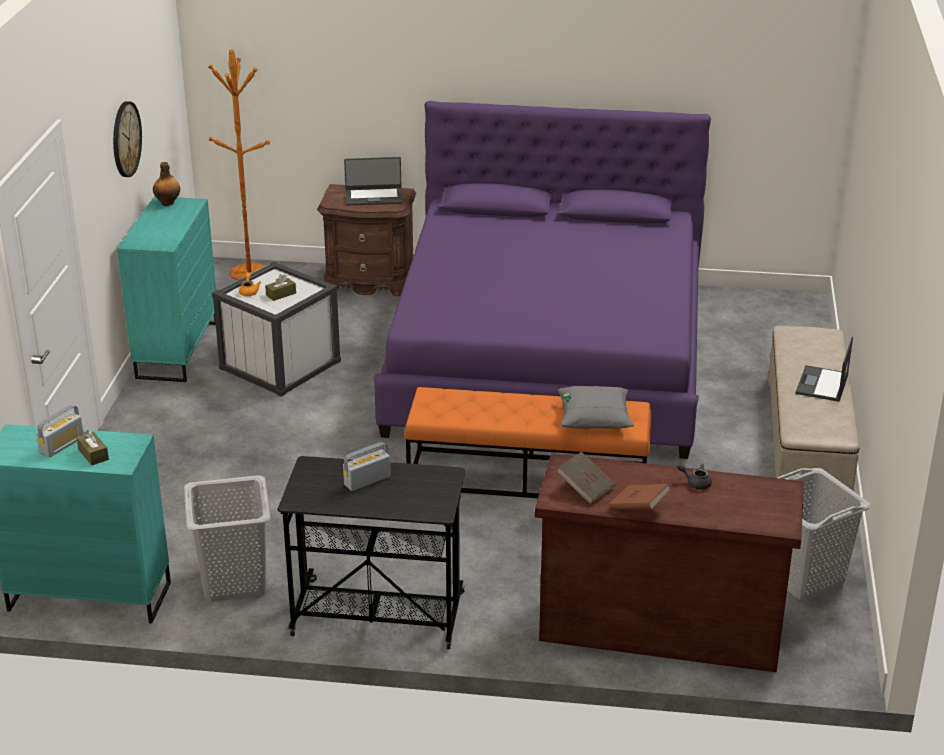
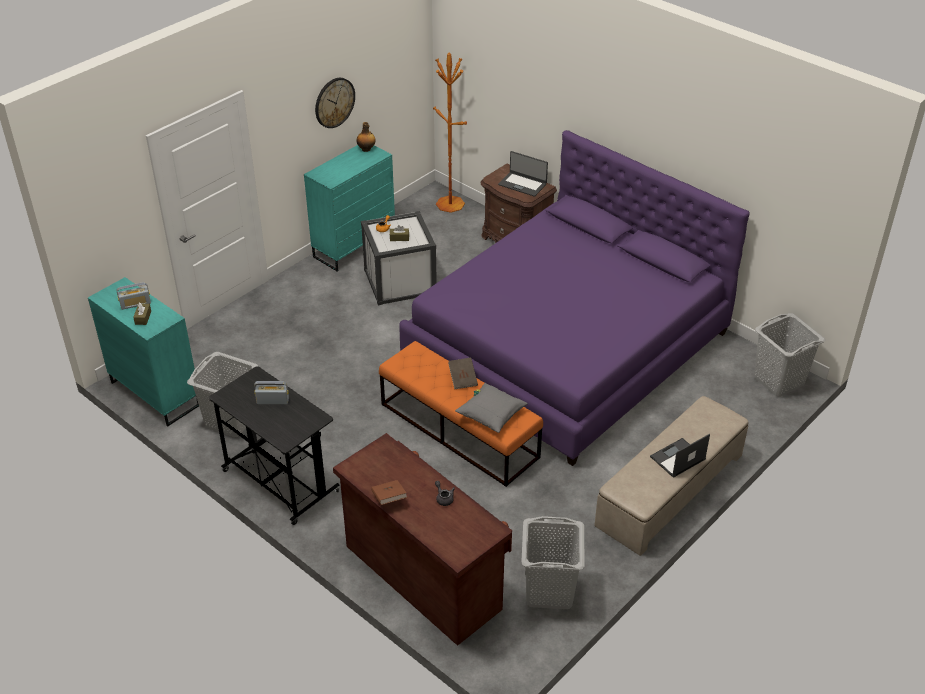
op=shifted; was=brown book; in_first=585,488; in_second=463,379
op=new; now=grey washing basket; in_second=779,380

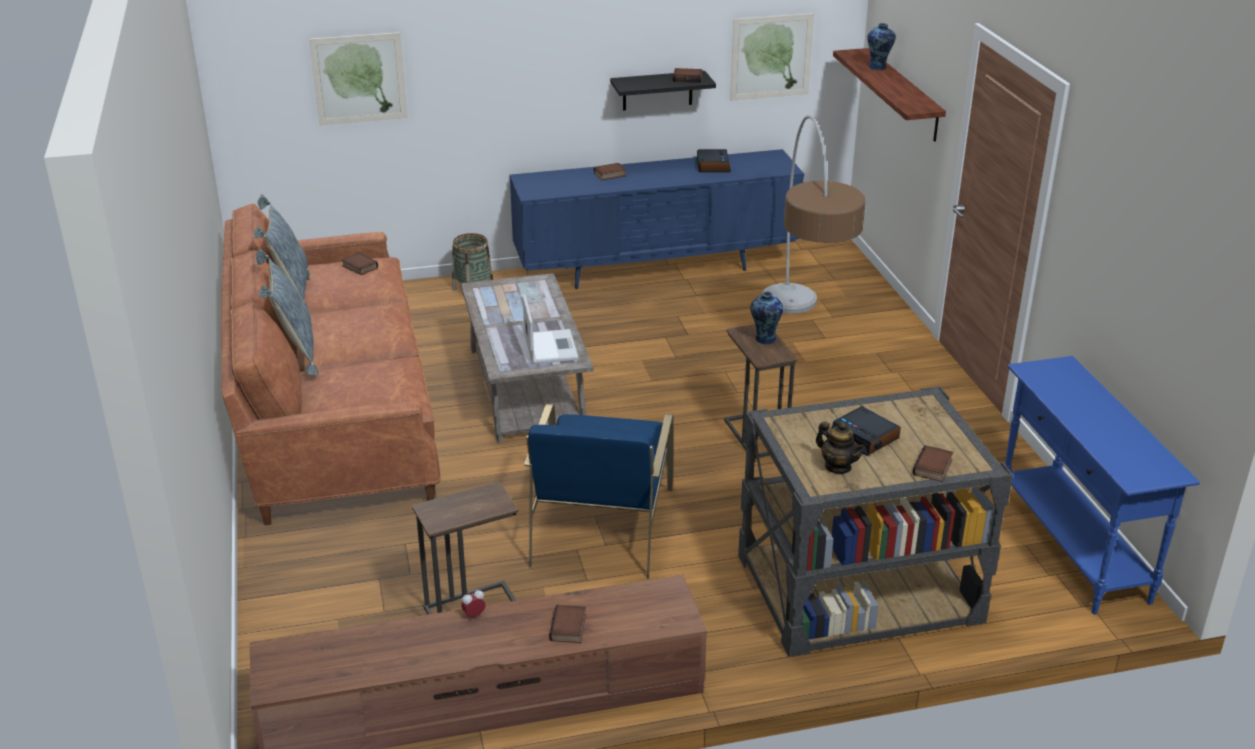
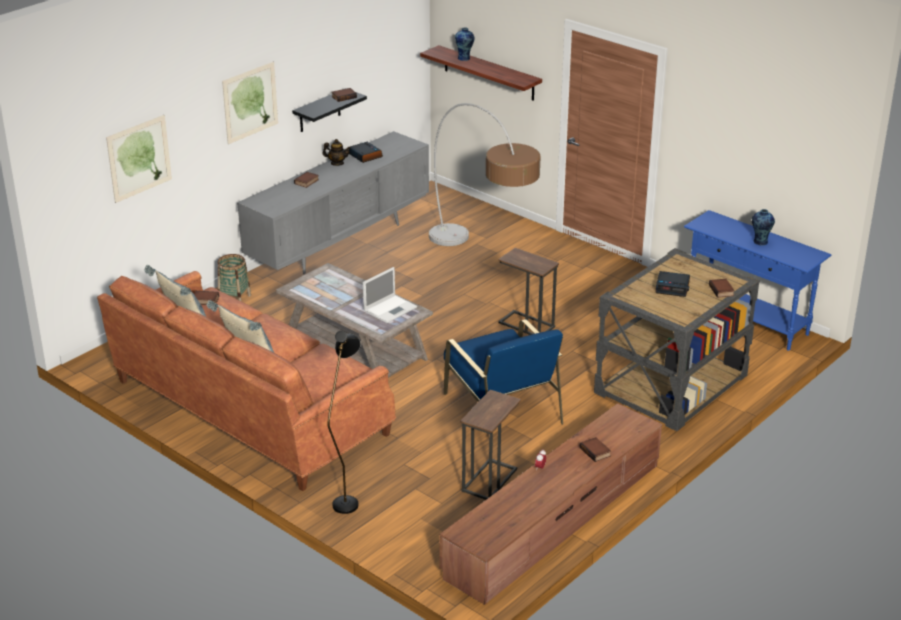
op=shifted; was=picture; in_first=771,57; in_second=250,102
op=repainted; was=blue cabinet; now=grey cabinet; in_first=656,268; in_second=339,243
op=shifted; was=tea pot; in_first=838,466; in_second=337,163
op=new; now=black standard lamp; in_second=348,499
op=rotated; was=portable computer; in_first=550,346; in_second=391,308; clockwise=90
op=shifted; was=flower vase; in_first=764,339; in_second=760,242

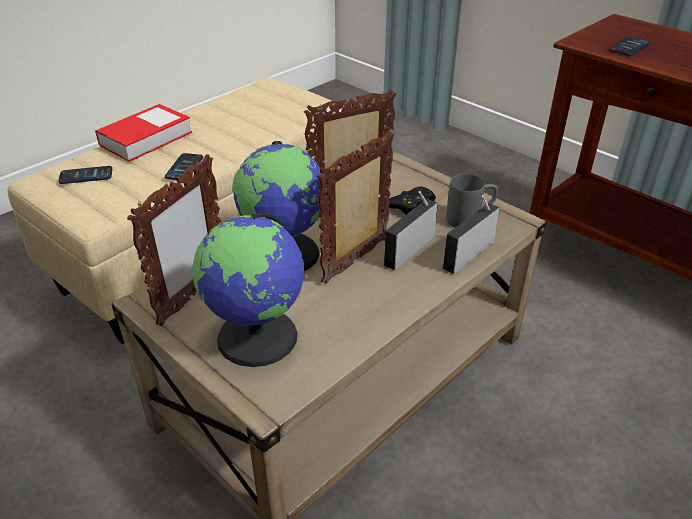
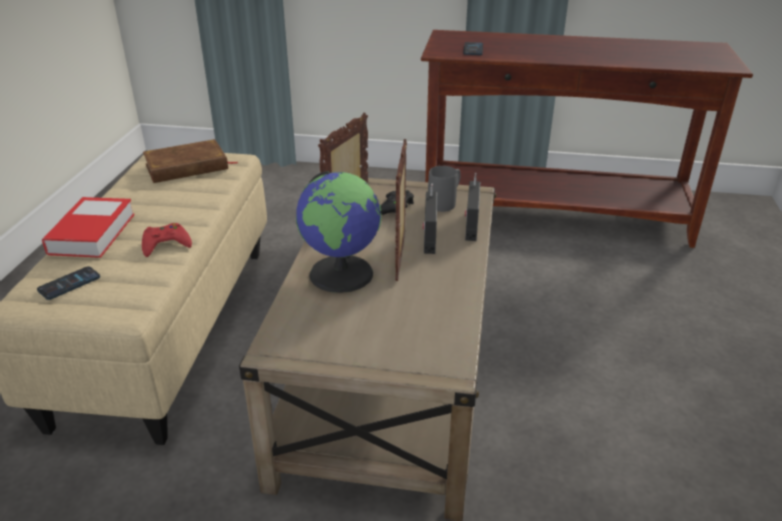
op=swapped; was=telephone; now=reddish joypad; in_first=184,168; in_second=166,244
op=new; now=brown book; in_second=187,167
op=gone; was=picture frame; in_first=192,296
op=gone; was=globe; in_first=259,337

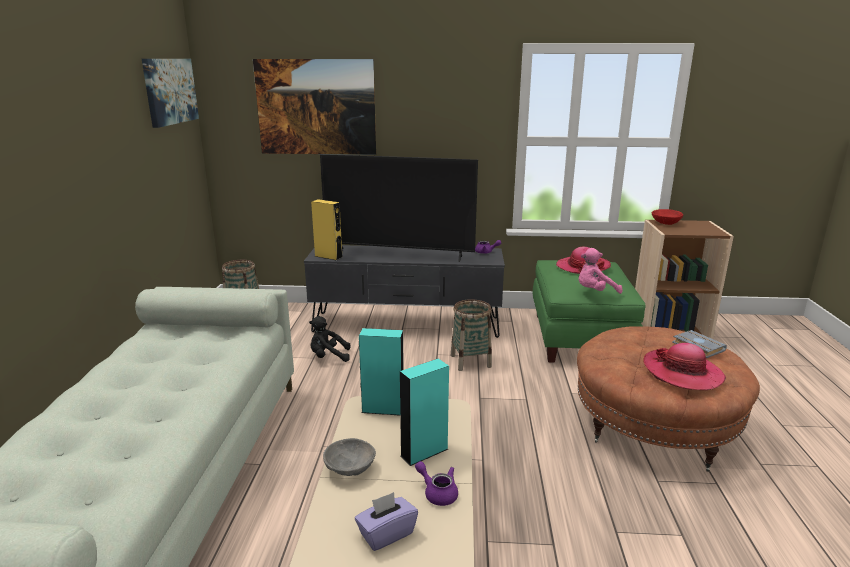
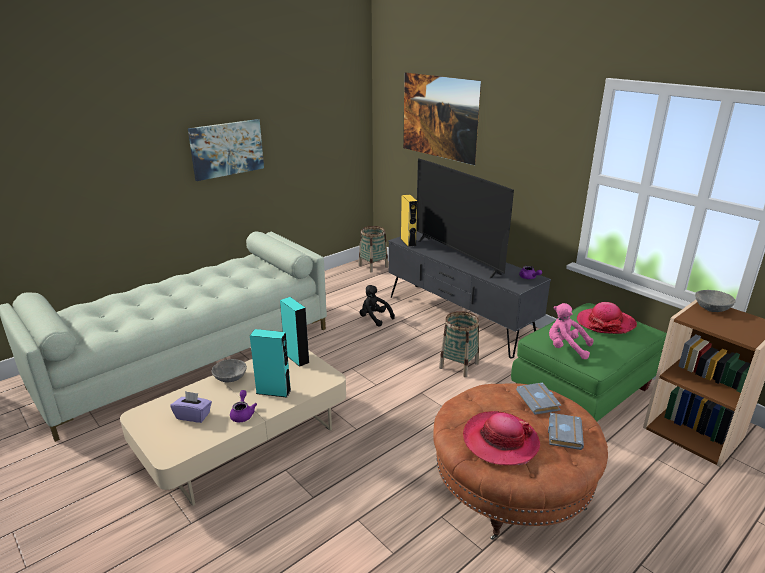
op=shifted; was=picture; in_first=170,91; in_second=226,149
op=new; now=grey book; in_second=539,401
op=repainted; was=reddish bowl; now=grey bowl; in_first=666,223; in_second=712,308

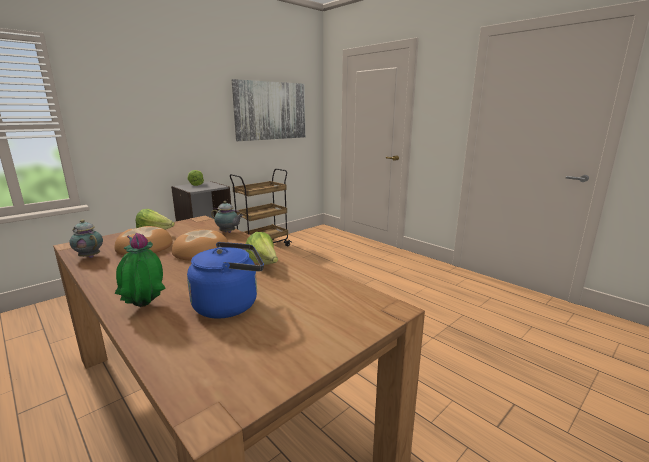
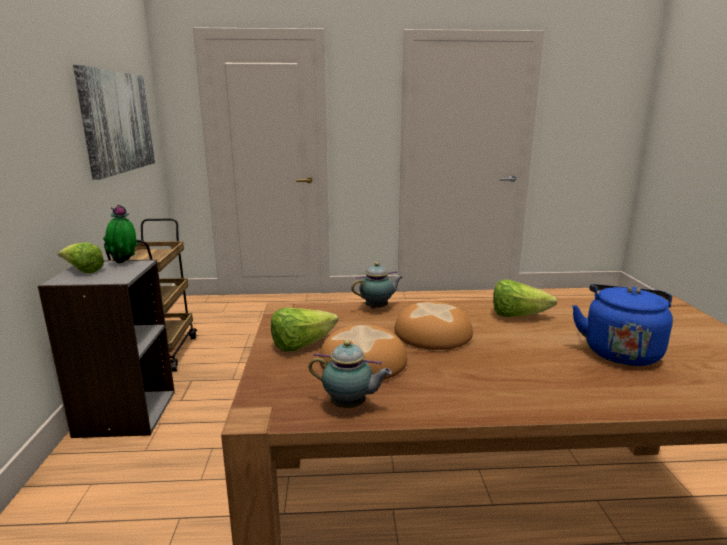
op=shifted; was=potted plant; in_first=145,308; in_second=124,263
op=rotated; was=tea pot; in_first=89,256; in_second=350,406; clockwise=-150

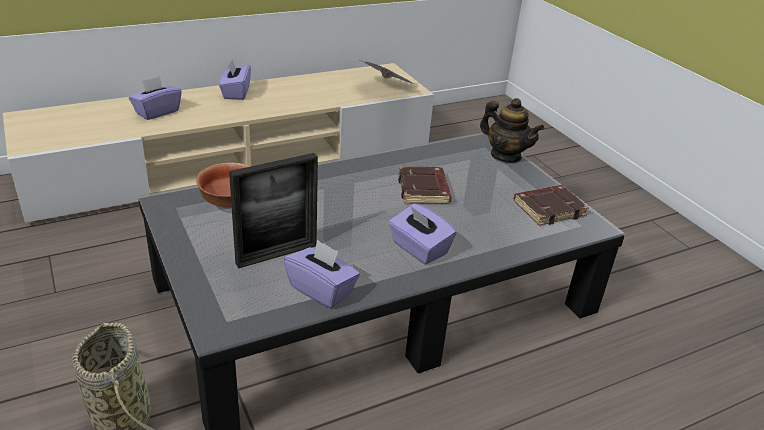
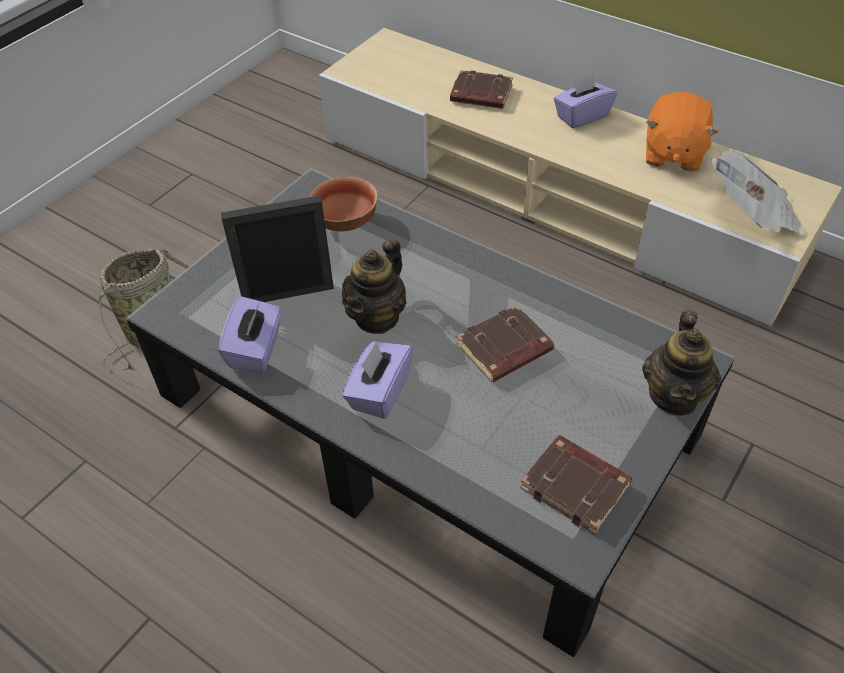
op=rotated; was=picture frame; in_first=276,254; in_second=288,294; clockwise=135
op=new; now=tea pot; in_second=377,317
op=swapped; was=purple-coloured tissue holder; now=brown book; in_first=157,112; in_second=480,95
op=new; now=orange-coloured soft toy; in_second=672,154

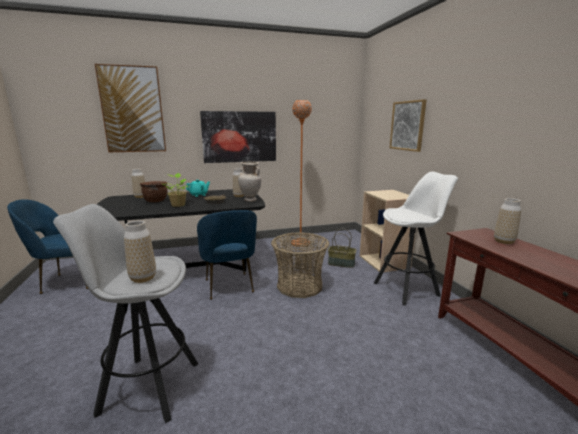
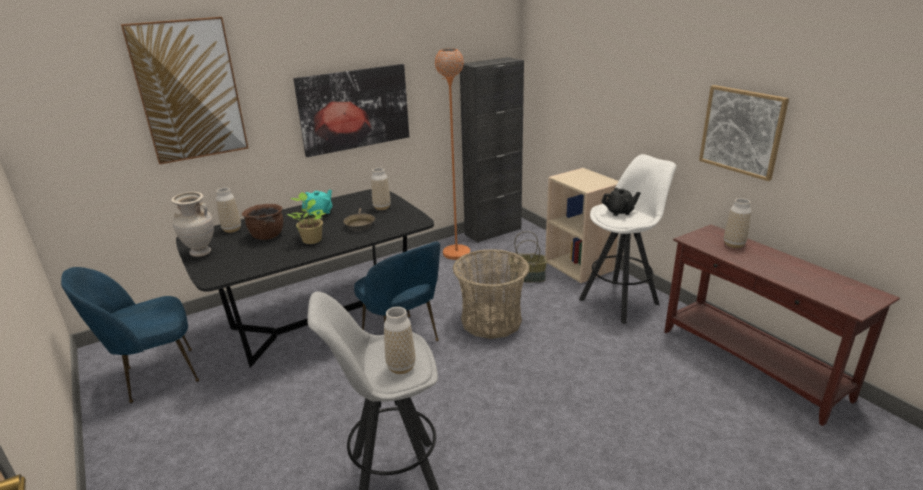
op=shifted; was=sand-coloured flower vase; in_first=250,200; in_second=200,253
op=new; now=black cabinet; in_second=493,232
op=new; now=black tea pot; in_second=619,212
op=shifted; was=picture; in_first=407,125; in_second=742,131

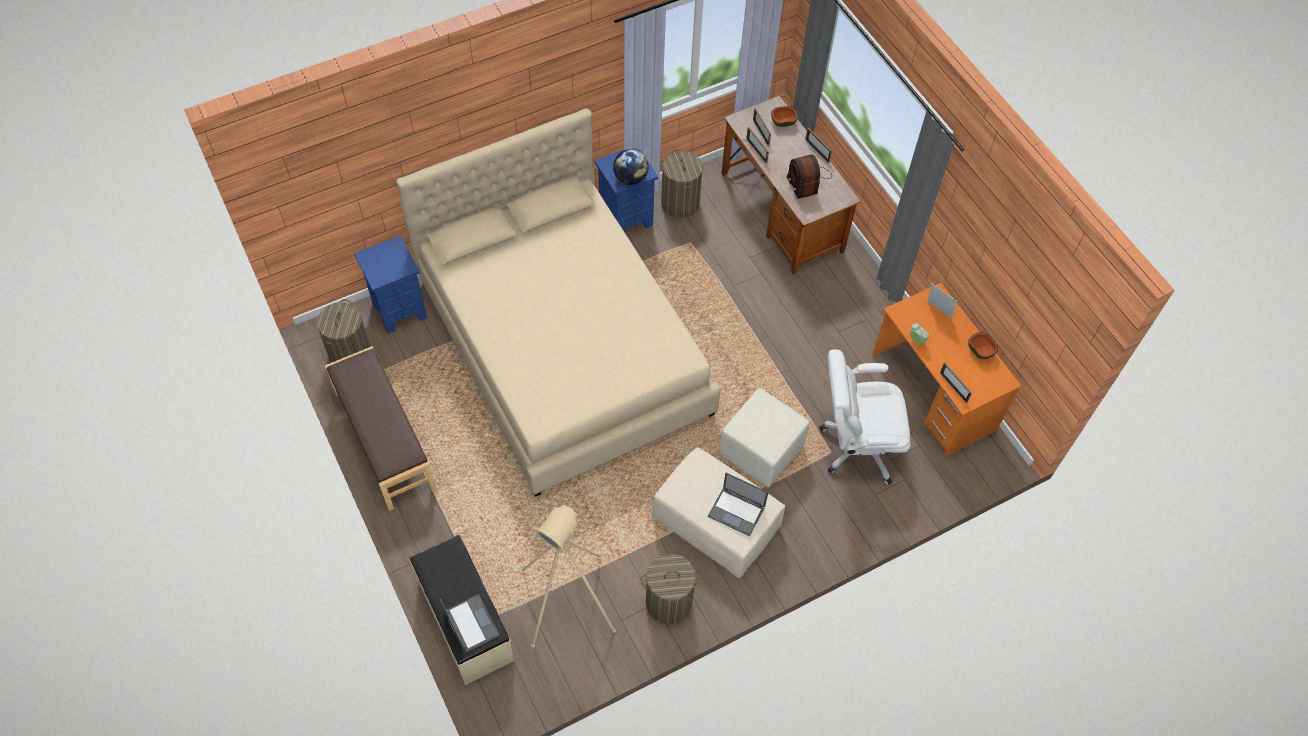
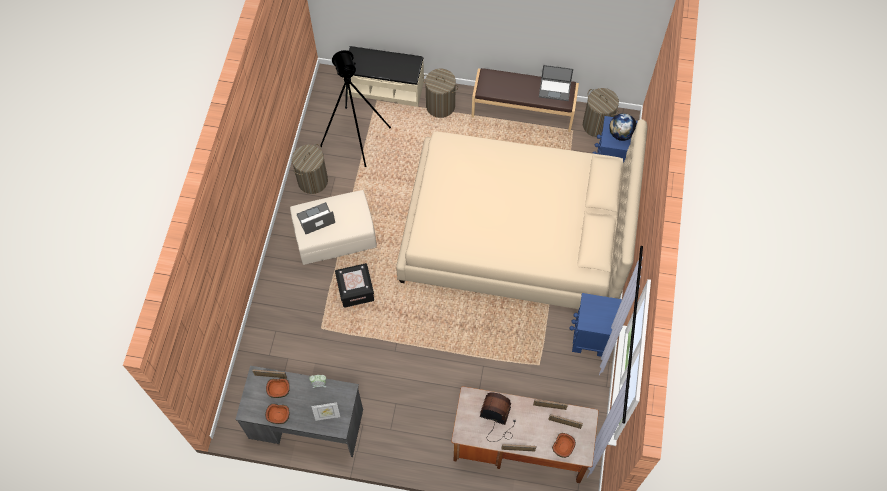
op=repainted; was=orange-coloured desk unit; now=grey desk unit; in_first=932,392; in_second=306,423
op=new; now=bowl; in_second=279,390
op=repainted; was=sand-coloured standard lamp; now=black standard lamp; in_first=567,601; in_second=355,136
op=swapped; was=sand-coloured ottoman; now=black storage container; in_first=760,451; in_second=355,290
op=shifted; was=washing basket; in_first=680,203; in_second=440,106
op=shifted; was=portable computer; in_first=471,623; in_second=555,89
op=shifted; was=globe; in_first=630,178; in_second=620,134
op=gone; was=white desk chair; in_first=855,446

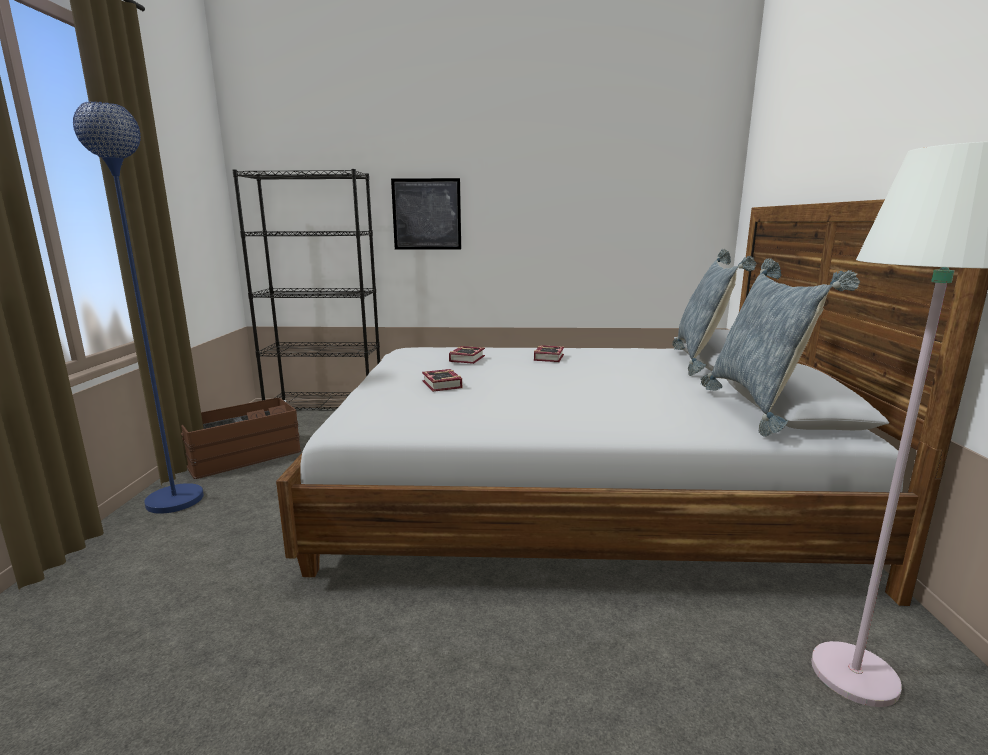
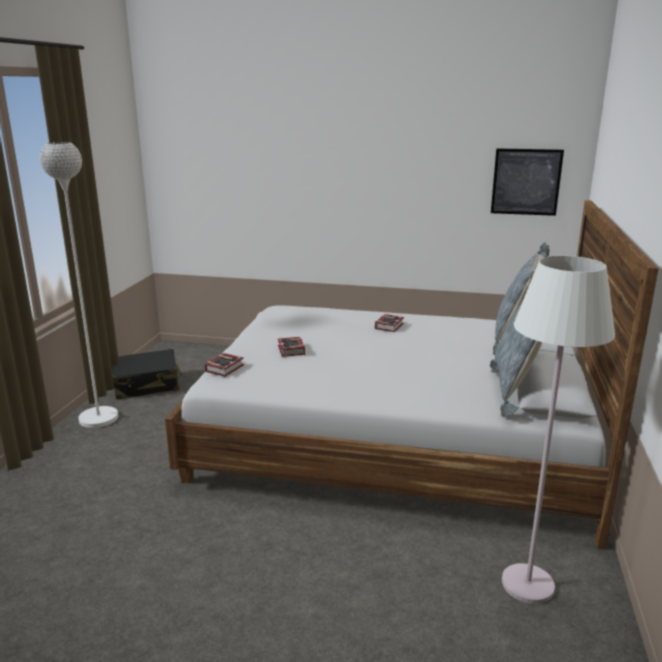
op=repainted; was=blue standard lamp; now=white standard lamp; in_first=174,500; in_second=98,418
op=swapped; was=brown storage container; now=black travel case; in_first=243,455; in_second=147,385
op=shifted; was=book; in_first=468,358; in_second=226,368
op=shifted; was=picture; in_first=426,214; in_second=526,182
op=gone; was=black bookcase; in_first=326,418

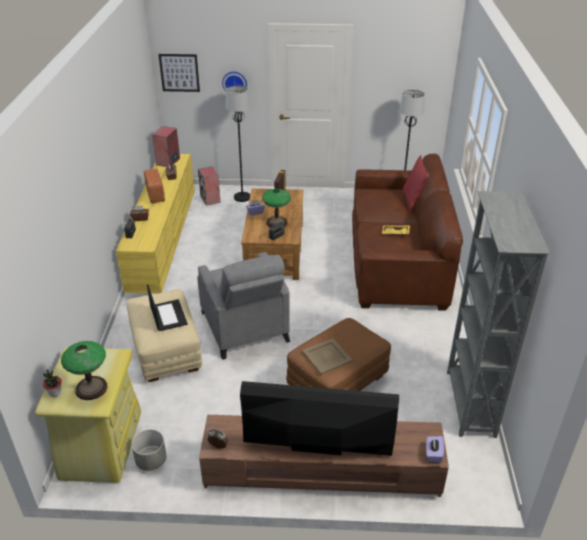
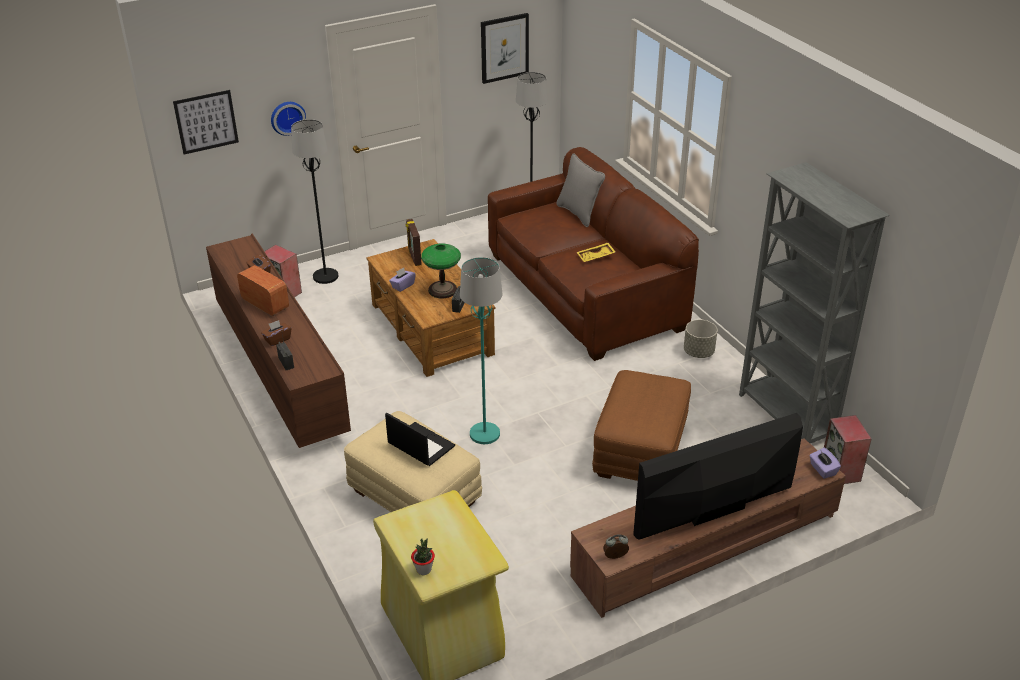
op=repainted; was=yellow cabinet; now=brown cabinet; in_first=164,245; in_second=280,373
op=swapped; was=grey armchair; now=turquoise standard lamp; in_first=245,329; in_second=484,434
op=new; now=picture; in_second=504,48
op=repainted; was=reddish cushion; now=grey cushion; in_first=412,201; in_second=579,213
op=shifted; was=grey flower pot; in_first=151,461; in_second=699,352
op=shifted; was=speaker; in_first=168,162; in_second=841,471
op=gone; was=tabletop lamp; in_first=91,388
op=gone; was=sand-coloured serving tray; in_first=326,356

